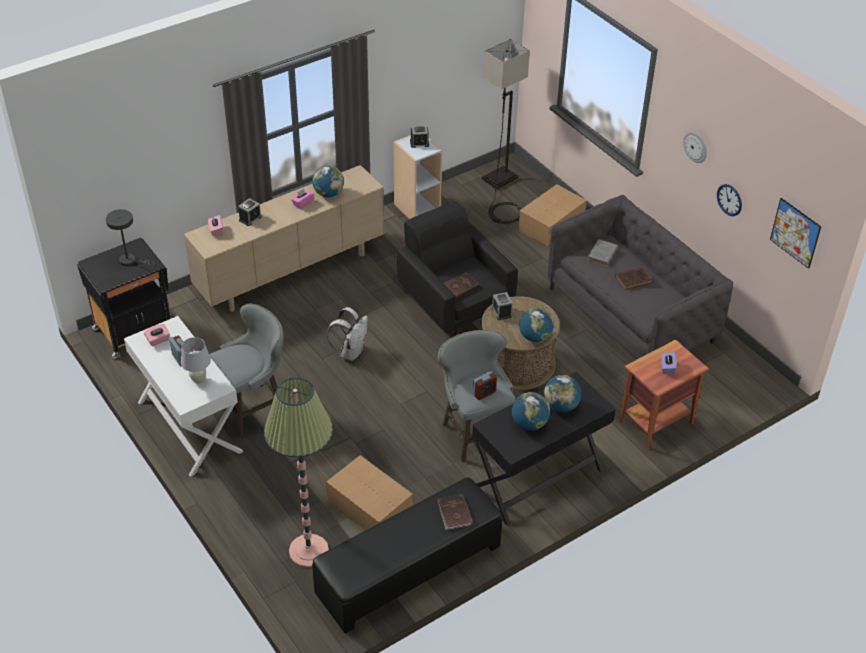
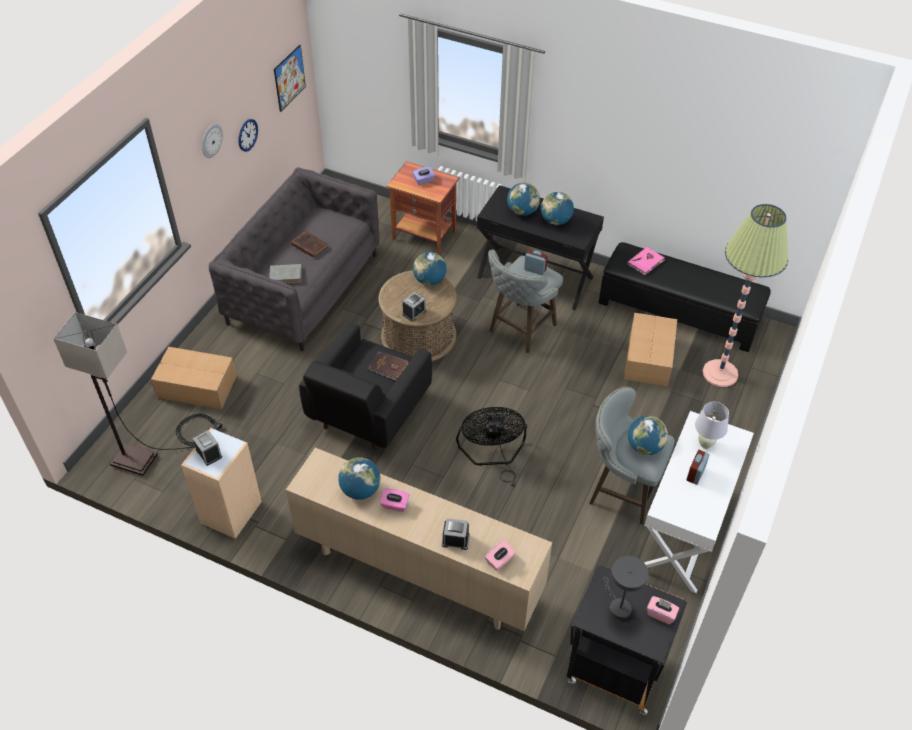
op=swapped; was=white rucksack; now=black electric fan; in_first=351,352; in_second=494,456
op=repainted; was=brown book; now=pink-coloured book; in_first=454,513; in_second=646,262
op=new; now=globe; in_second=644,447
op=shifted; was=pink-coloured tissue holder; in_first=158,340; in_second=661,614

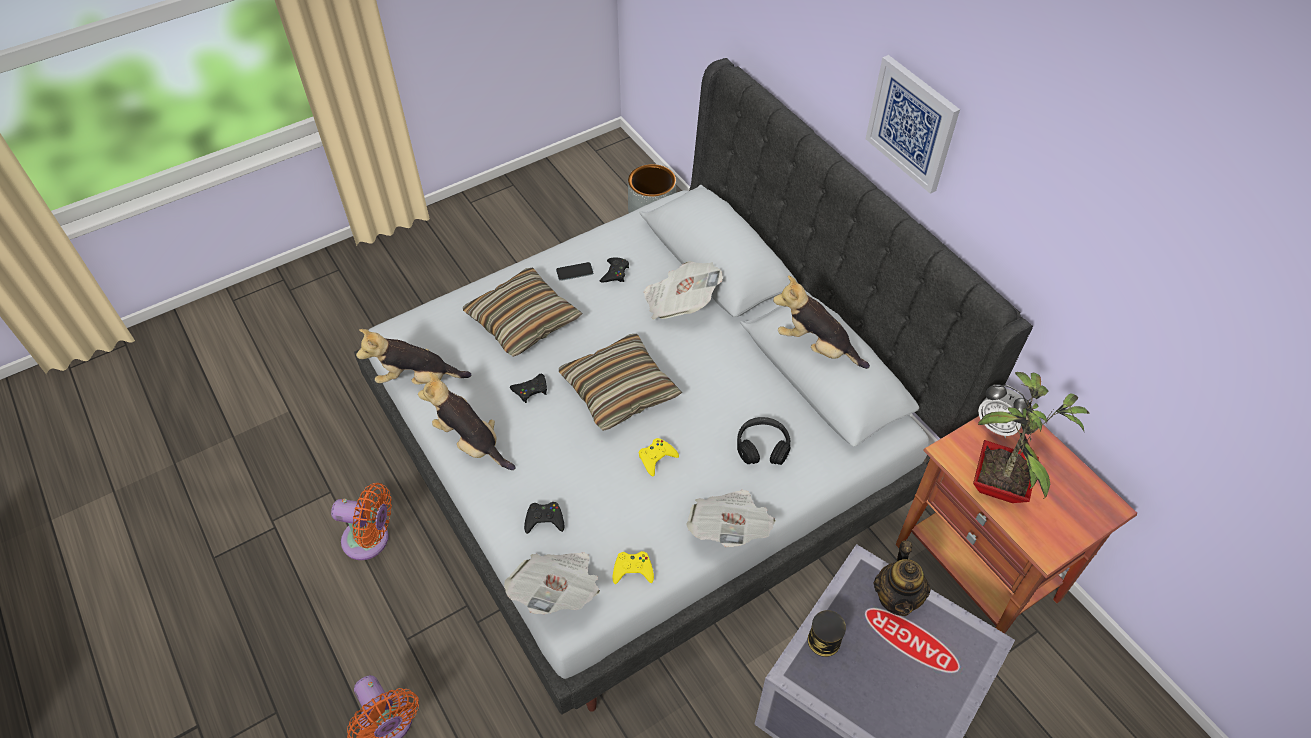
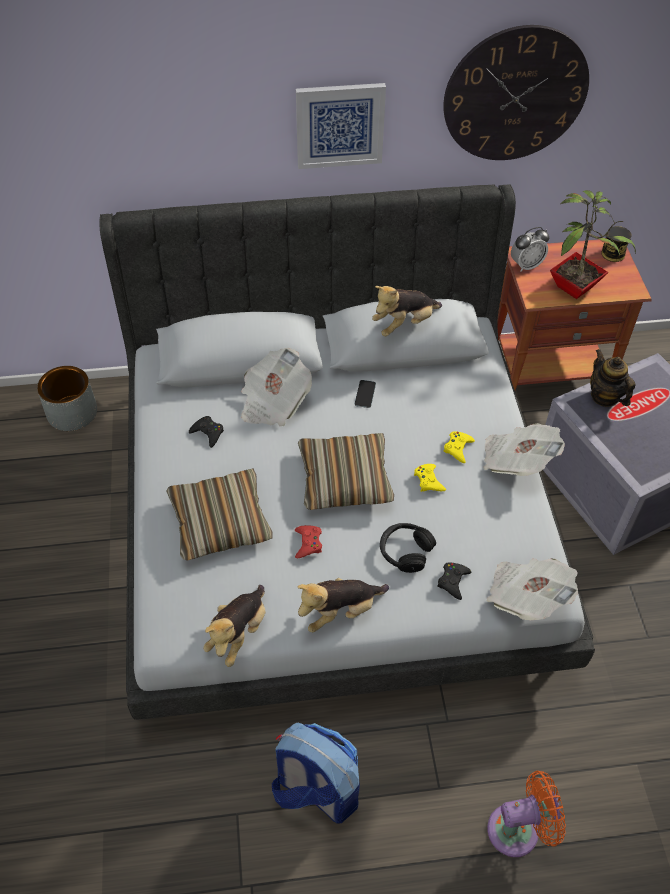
op=swapped; was=orange-coloured electric fan; now=rucksack; in_first=370,540; in_second=316,790
op=repainted; was=black joypad; now=reddish joypad; in_first=530,390; in_second=308,543
op=shifted; was=telephone; in_first=574,272; in_second=365,394
op=shifted; was=black headset; in_first=762,447; in_second=405,551
op=new; now=wall clock; in_second=515,95
op=shifted; was=yellow joypad; in_first=633,570; in_second=458,448
op=rotated; was=tea pot; in_first=897,598; in_second=605,396; clockwise=-150
op=shifted; was=sealed can; in_first=824,640; in_second=613,254

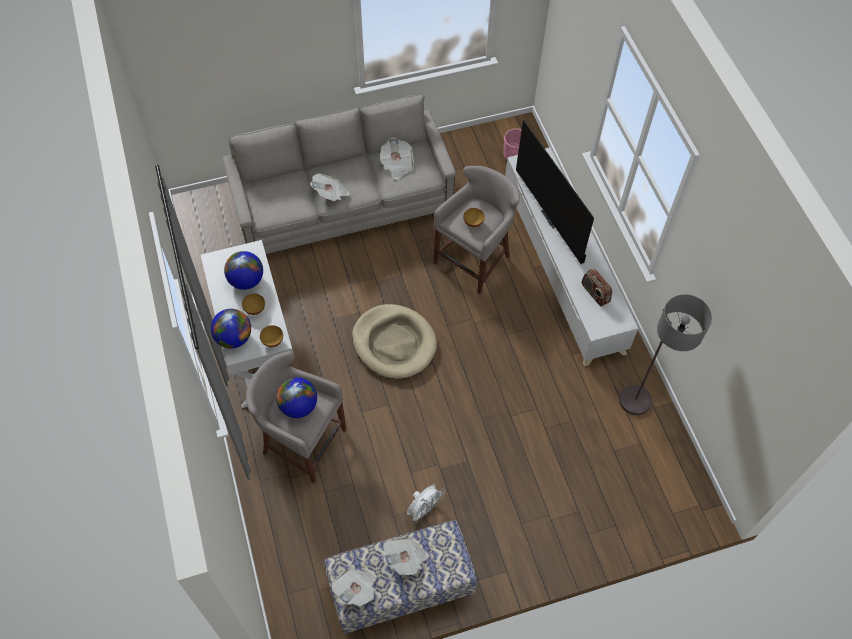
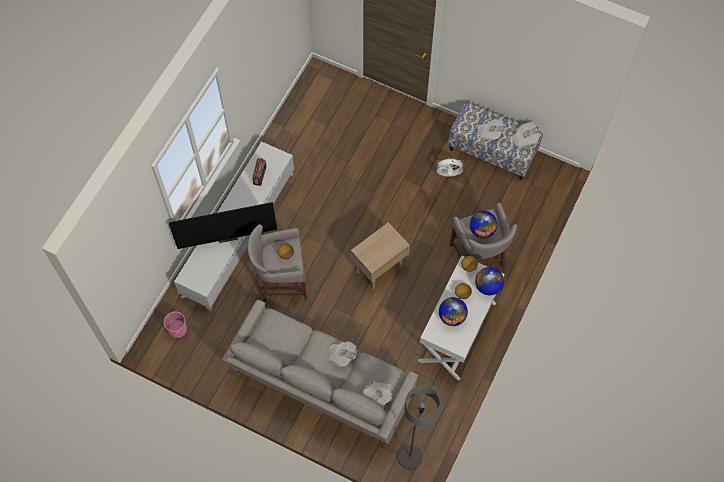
op=rotated; was=TV set; in_first=554,217; in_second=227,235; clockwise=60
op=swapped; was=sand-coloured dog cushion; now=sand-coloured accent table; in_first=394,343; in_second=378,269
op=shifted; was=newspaper; in_first=397,165; in_second=379,395
op=shifted; was=grey standard lamp; in_first=639,409; in_second=413,450

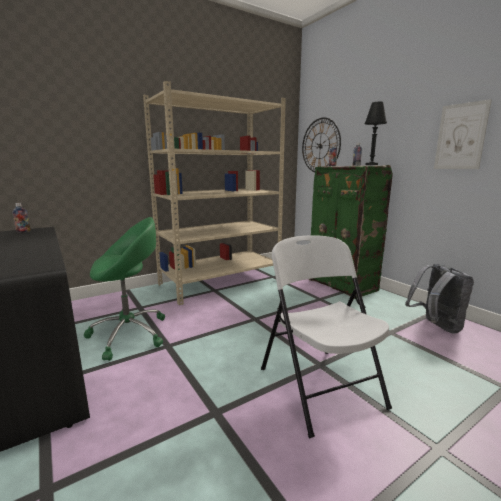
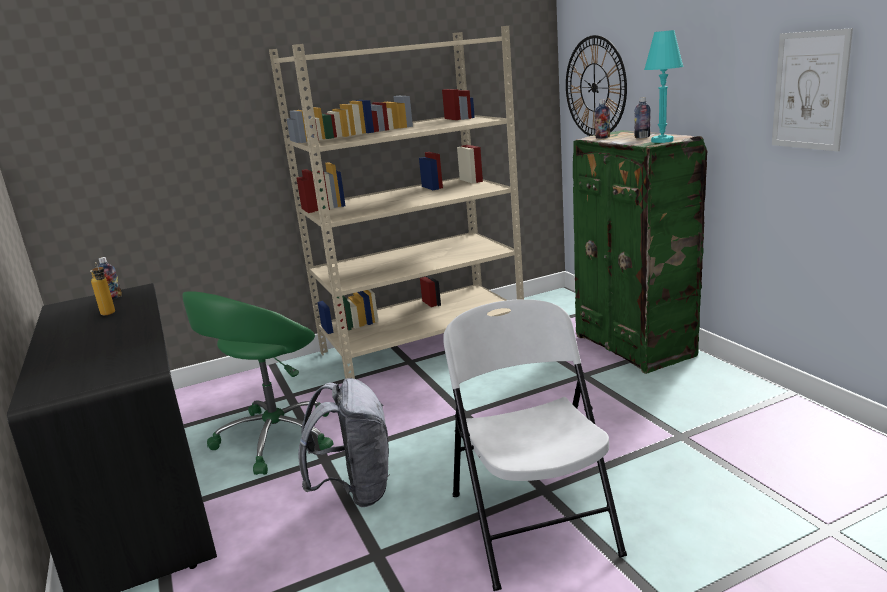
op=new; now=beverage bottle; in_second=109,314
op=rotated; was=green desk chair; in_first=131,333; in_second=274,440; clockwise=135
op=shifted; was=grey rucksack; in_first=436,326; in_second=356,490
op=repainted; was=black tabletop lamp; now=turquoise tabletop lamp; in_first=371,165; in_second=662,141

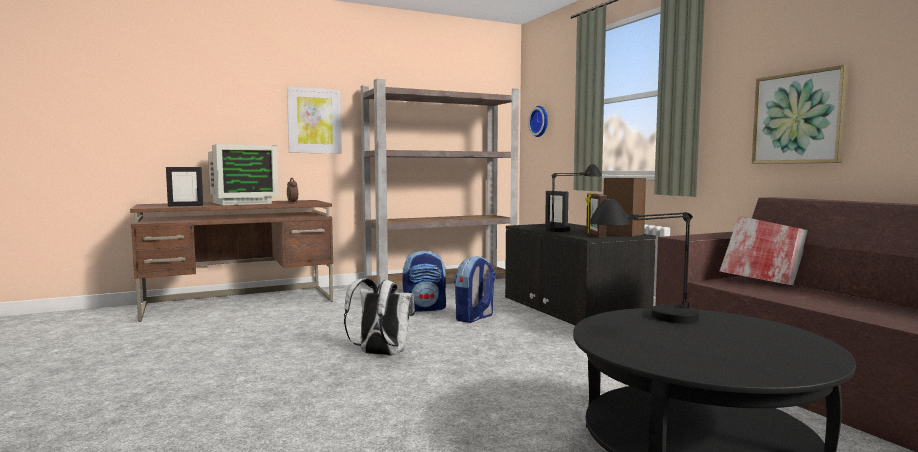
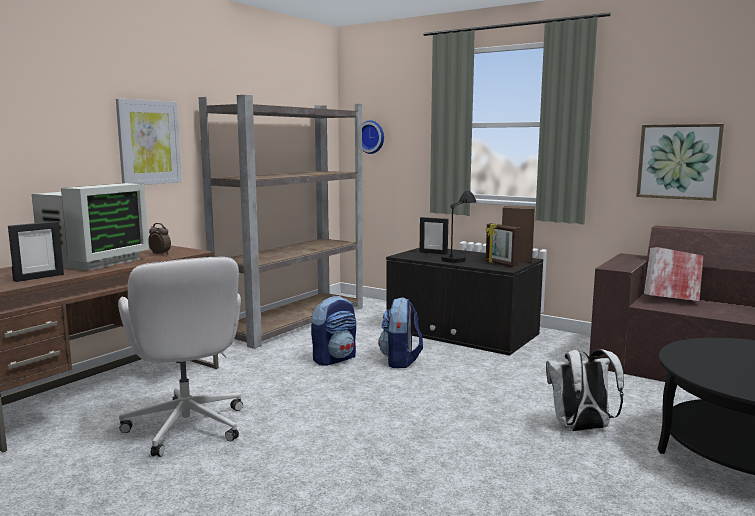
op=new; now=white desk chair; in_second=186,427
op=shifted; was=white rucksack; in_first=380,354; in_second=581,429
op=gone; was=black tabletop lamp; in_first=647,323

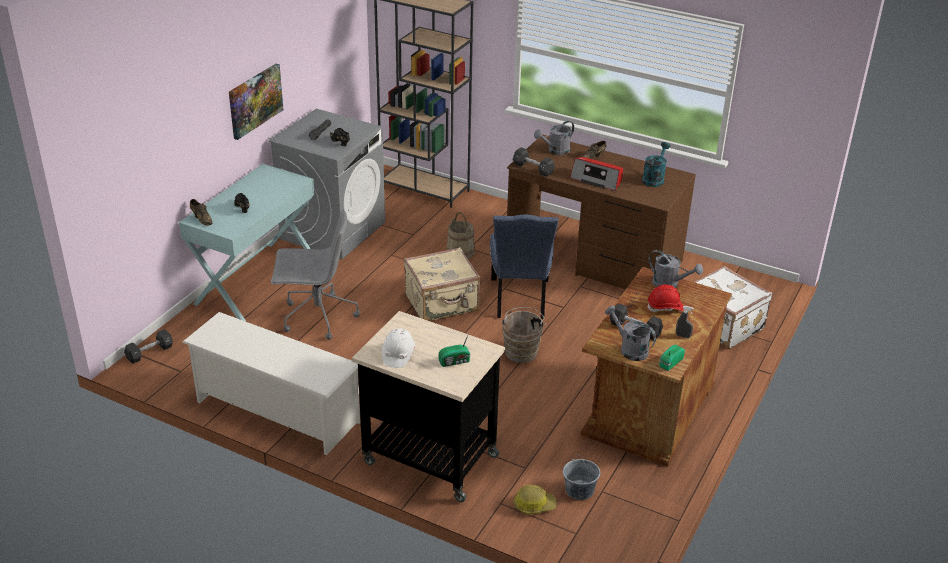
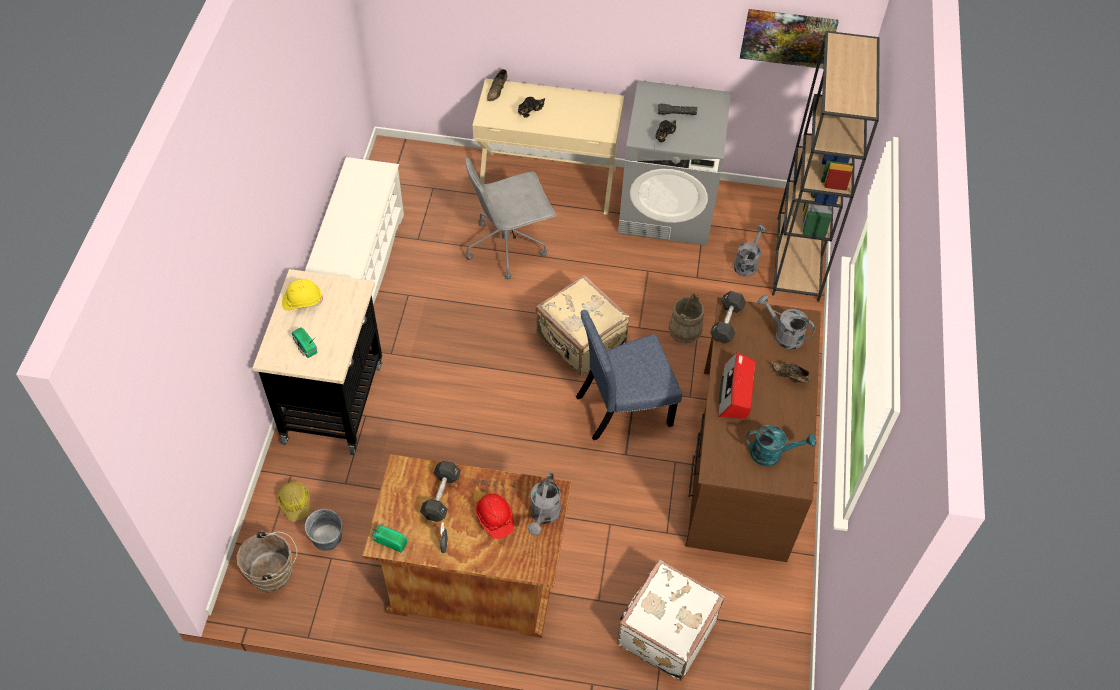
op=shifted; was=brown bucket; in_first=521,351; in_second=275,574
op=repainted; was=white work helmet; now=yellow work helmet; in_first=398,355; in_second=302,301
op=rotated; was=grey desk chair; in_first=315,317; in_second=509,246; clockwise=90
op=repainted; was=turquoise desk unit; now=sand-coloured desk unit; in_first=256,281; in_second=548,182
op=shifted; was=grey sprinkling can; in_first=629,349; in_second=747,263
op=shifted; was=picture; in_first=255,100; in_second=788,37
op=gone; was=black free weight; in_first=150,353

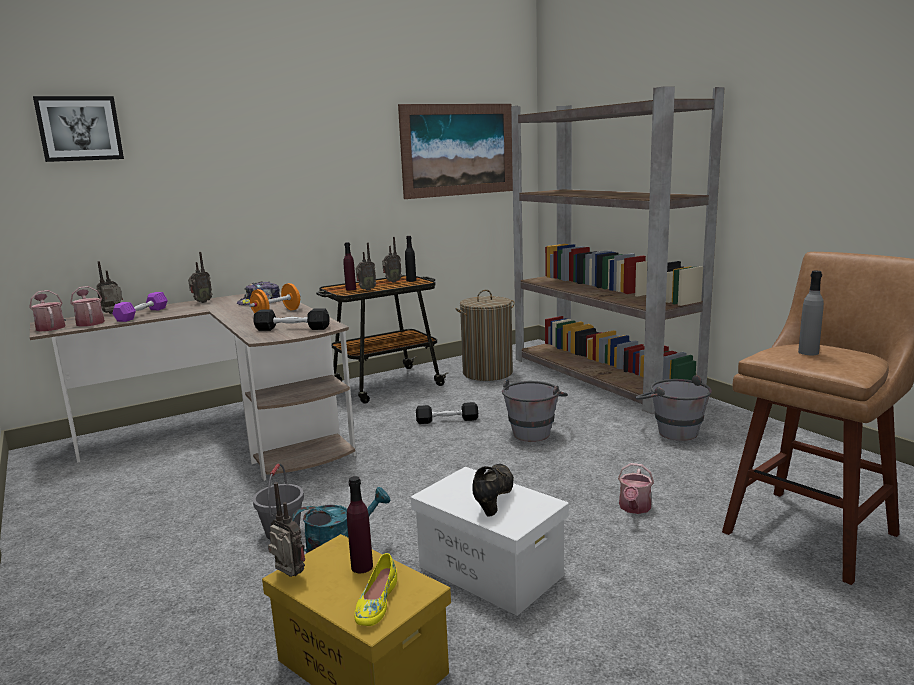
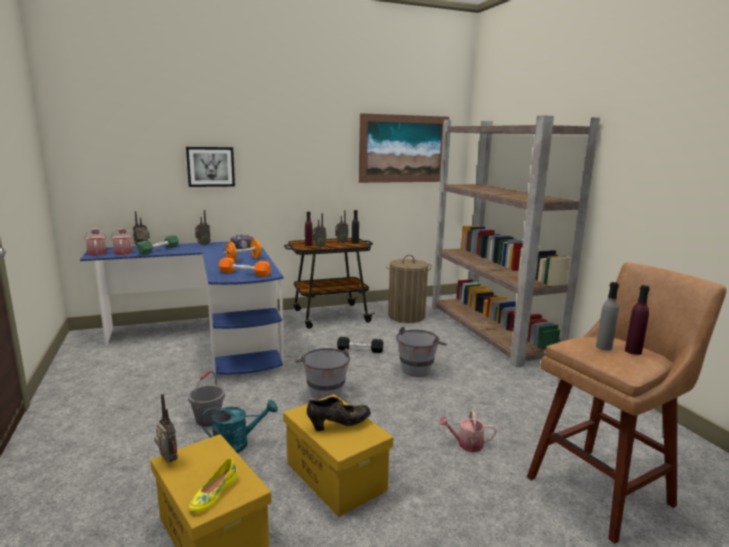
op=repainted; was=brown desk unit; now=blue desk unit; in_first=231,433; in_second=209,339
op=repainted; was=purple-coloured free weight; now=green free weight; in_first=142,314; in_second=159,250
op=shifted; was=picture; in_first=79,128; in_second=210,166
op=repainted; was=black free weight; now=orange-coloured free weight; in_first=292,329; in_second=245,273
op=repainted; was=white storage container; now=yellow storage container; in_first=488,570; in_second=334,476
op=shifted; was=grey bucket; in_first=671,430; in_second=323,390
op=rotated; was=black shoe; in_first=493,500; in_second=339,425; clockwise=45
op=rotated; was=sprinkling can; in_first=634,508; in_second=466,444; clockwise=60
op=shifted; was=purple-coloured beverage bottle; in_first=362,566; in_second=633,351

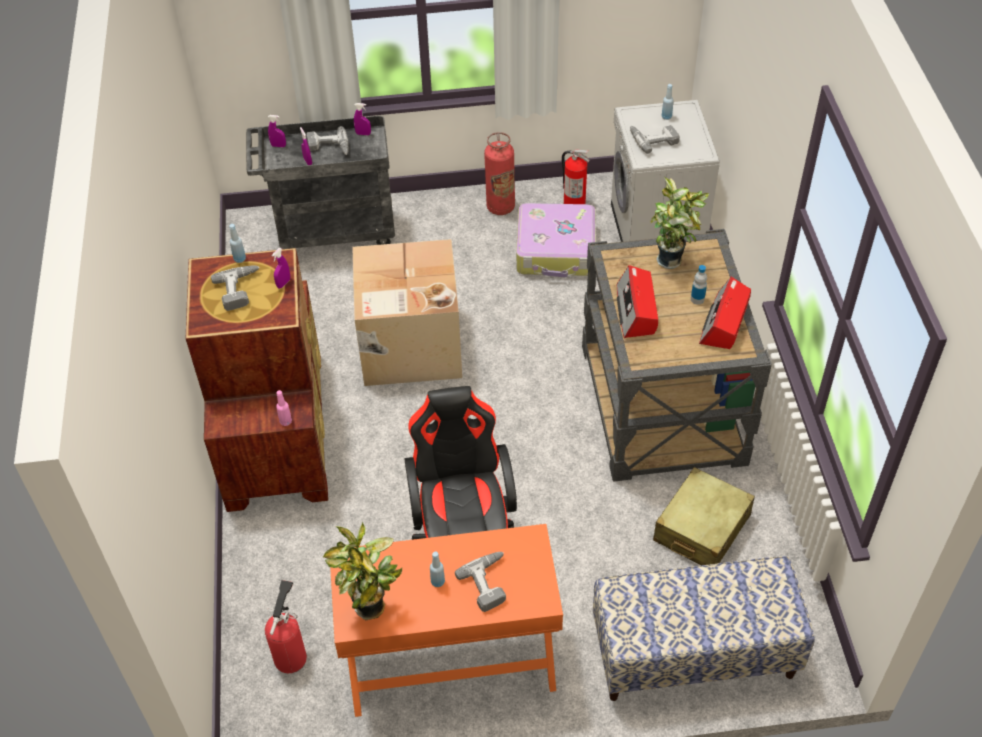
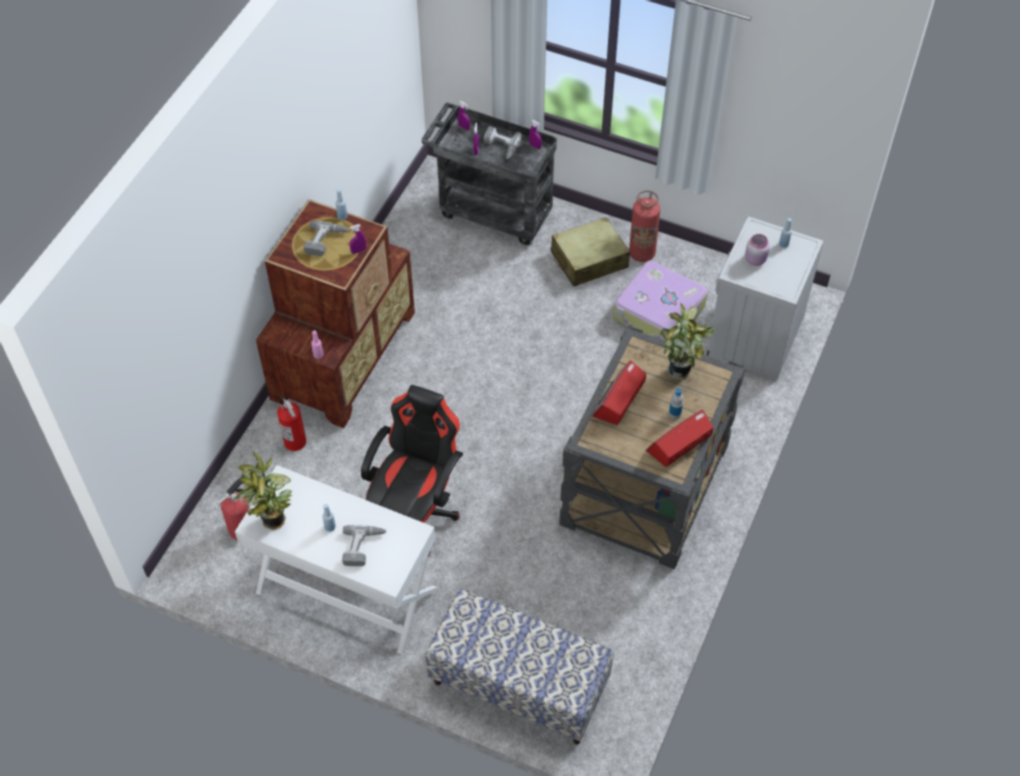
op=repainted; was=orange-coloured desk unit; now=white desk unit; in_first=450,660; in_second=346,591
op=shifted; was=fire-fighting cylinder; in_first=574,204; in_second=295,441
op=shifted; was=sand-coloured travel case; in_first=701,528; in_second=589,260
op=swapped; was=power drill; now=pink-coloured storage jar; in_first=653,139; in_second=755,259
op=gone; was=packing box; in_first=409,346

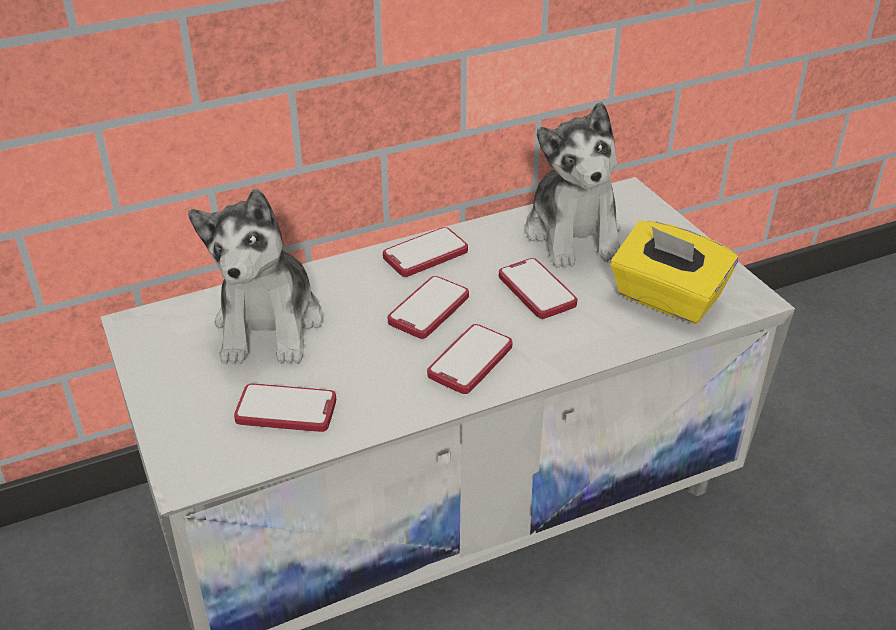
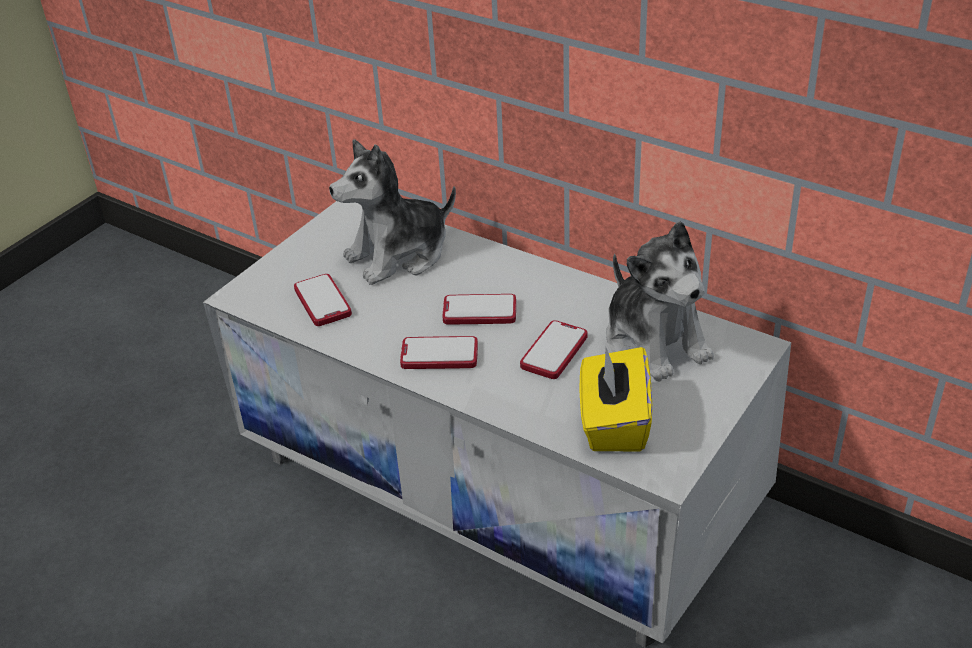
op=rotated; was=soft toy; in_first=574,234; in_second=655,341; clockwise=-75
op=gone; was=telephone; in_first=425,254

